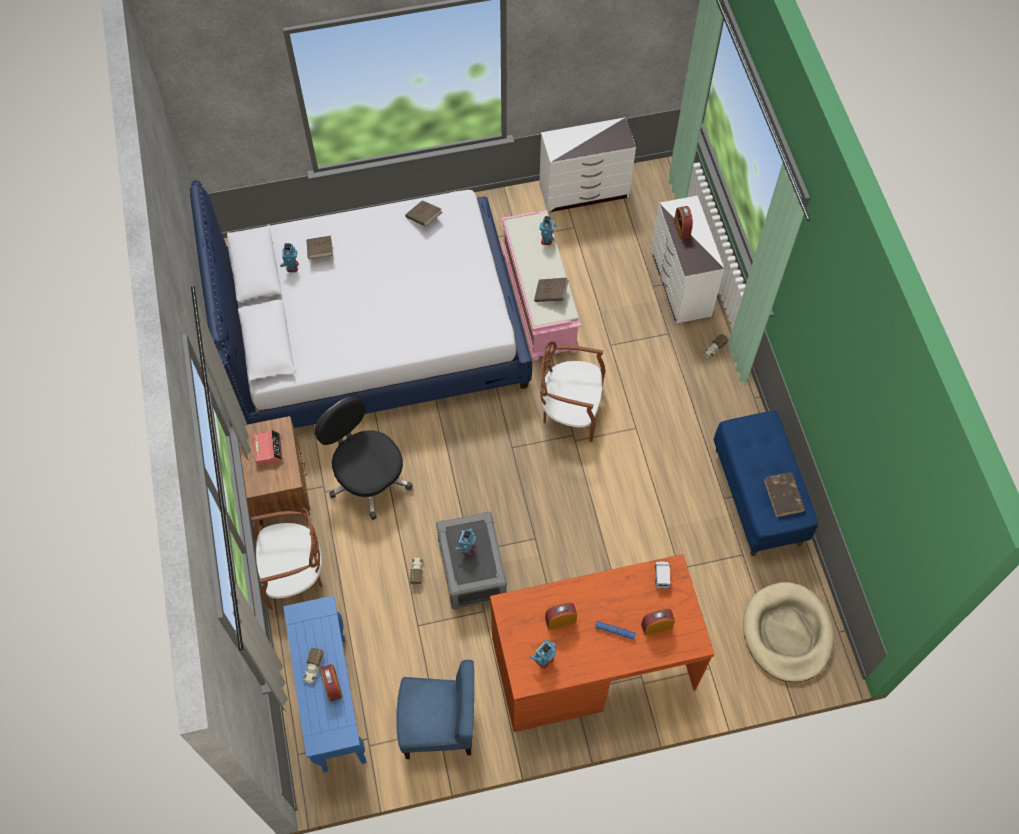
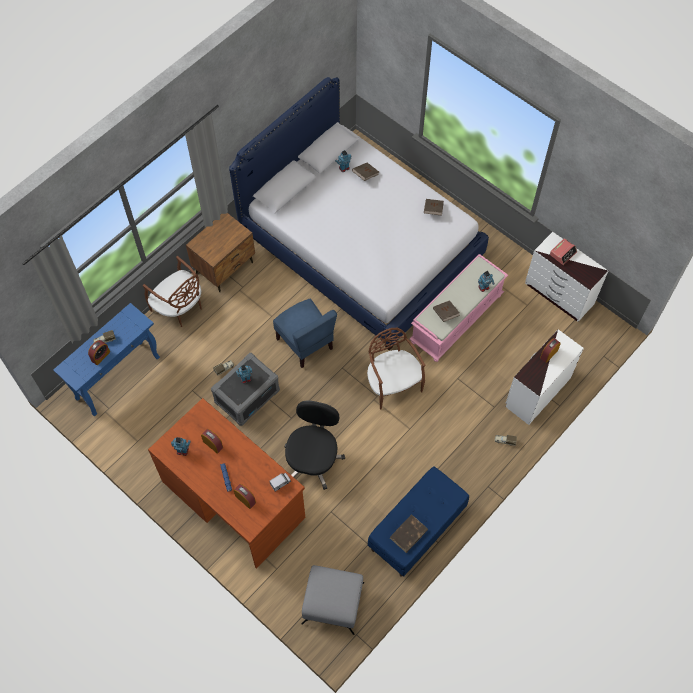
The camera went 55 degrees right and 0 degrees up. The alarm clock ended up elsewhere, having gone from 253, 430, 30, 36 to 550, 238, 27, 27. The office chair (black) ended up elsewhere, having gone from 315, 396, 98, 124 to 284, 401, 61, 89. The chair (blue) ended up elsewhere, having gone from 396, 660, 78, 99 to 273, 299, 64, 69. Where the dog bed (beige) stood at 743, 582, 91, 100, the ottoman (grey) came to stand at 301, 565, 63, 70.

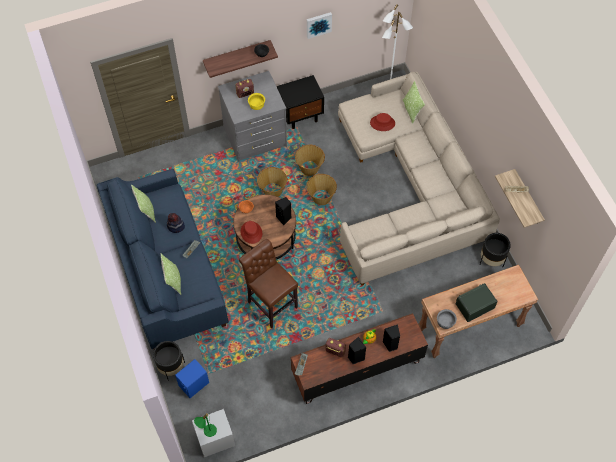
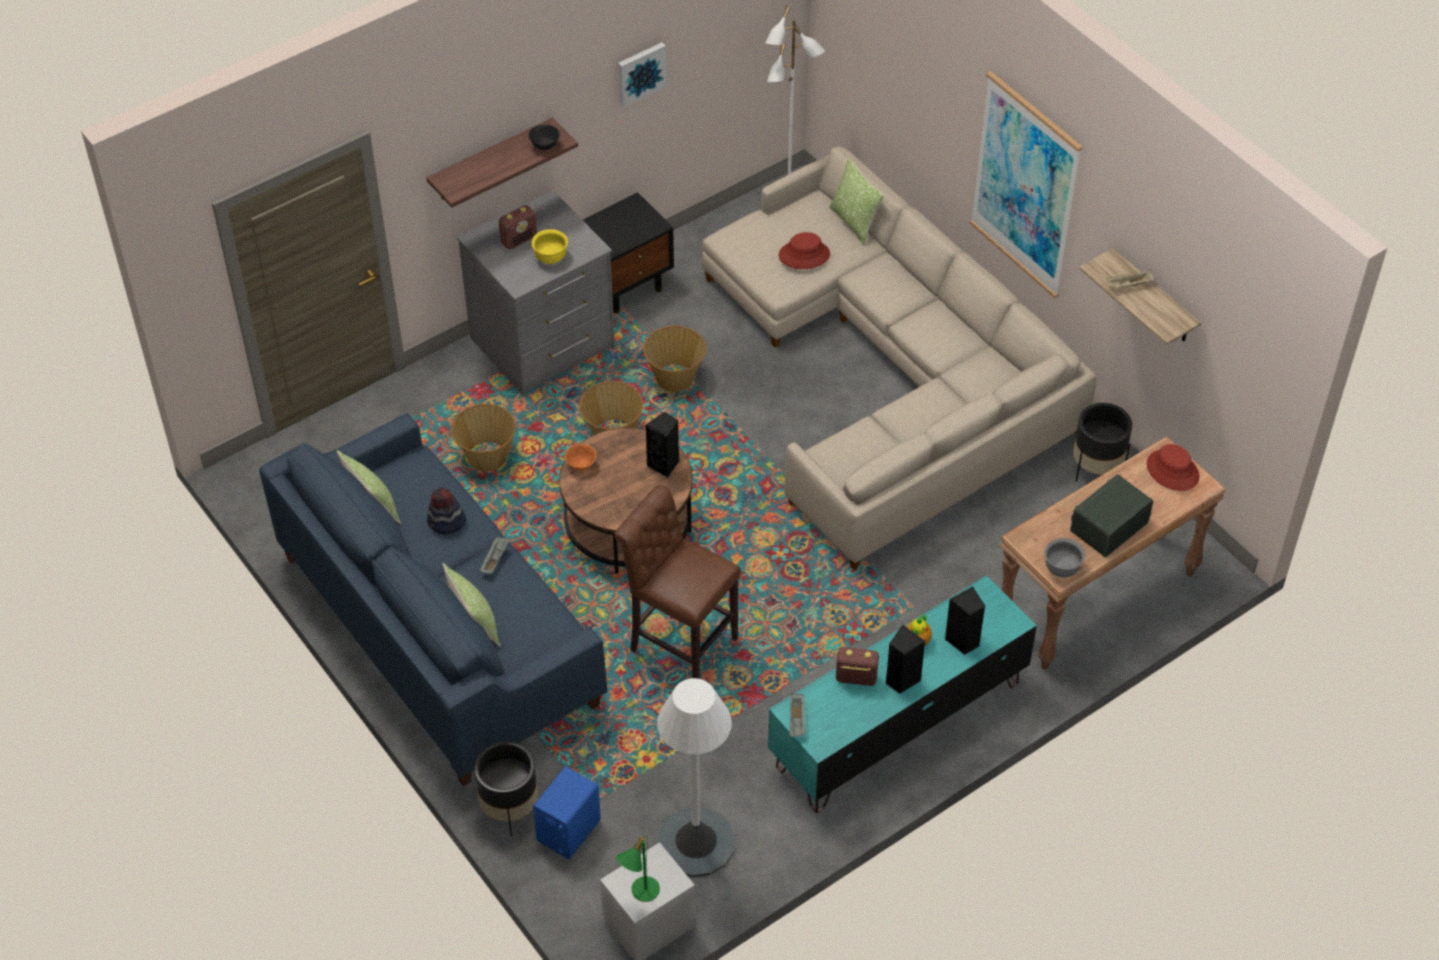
The camera went 15 degrees left and 10 degrees down. The hat (red) ended up elsewhere, having gone from 241, 221, 21, 23 to 1147, 444, 53, 47. What was the tv stand (brown) at 291, 313, 137, 91 turned into the tv stand (turquoise) at 768, 575, 269, 238. The basket ended up elsewhere, having gone from 306, 174, 31, 31 to 451, 404, 65, 68. The second view gained the floor lamp (white) at 657, 678, 78, 199. The second view gained the picture at 970, 71, 113, 227.

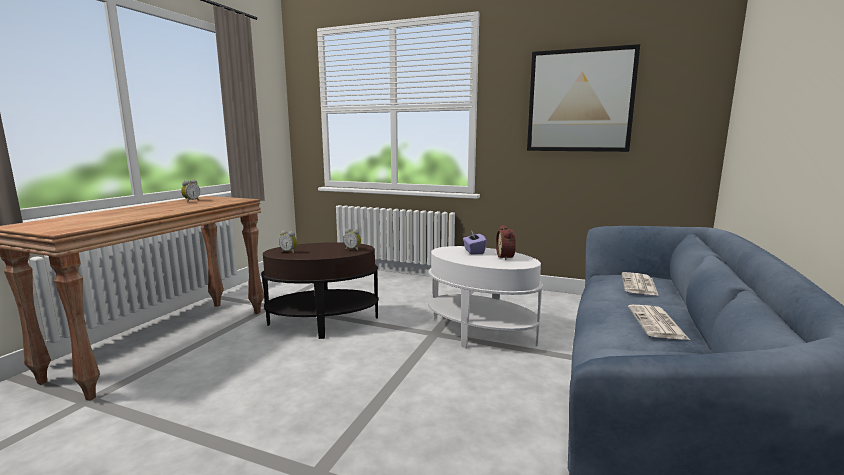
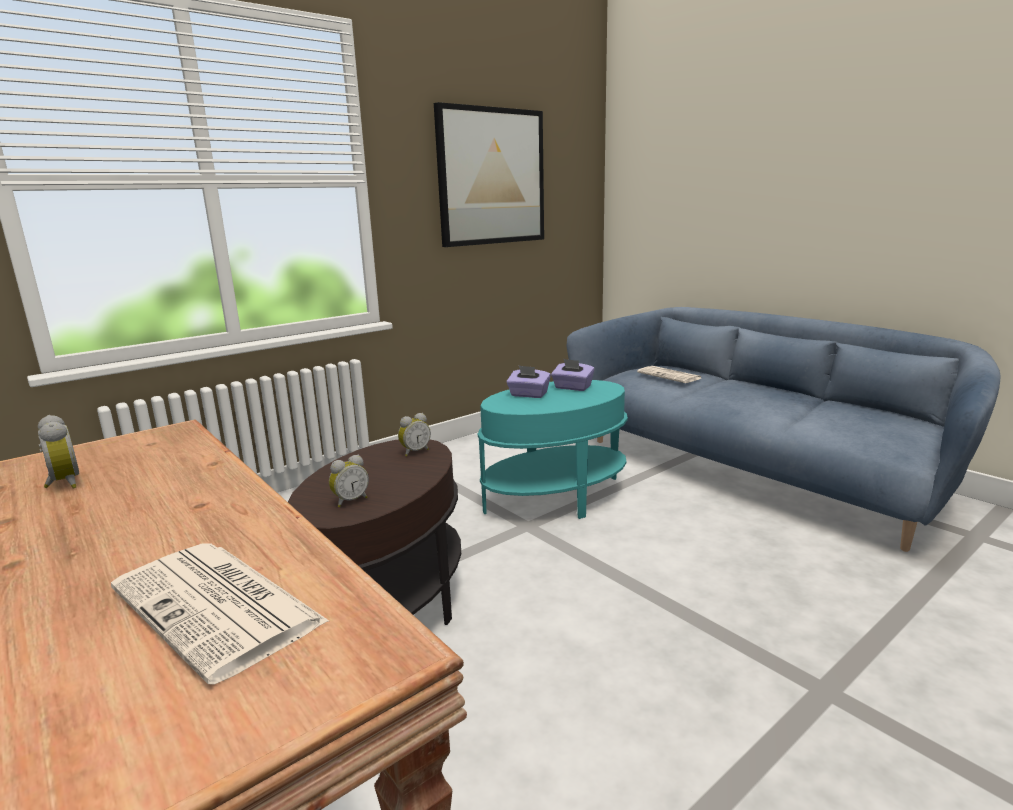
The camera went 60 degrees left and 5 degrees up. What was the side table (white) at 428, 246, 115, 102 turned into the side table (turquoise) at 478, 380, 150, 139. Where the alarm clock stood at 496, 225, 20, 35, the tissue box (purple) came to stand at 551, 359, 44, 32. The newspaper ended up elsewhere, having gone from 628, 305, 62, 35 to 111, 544, 218, 141.

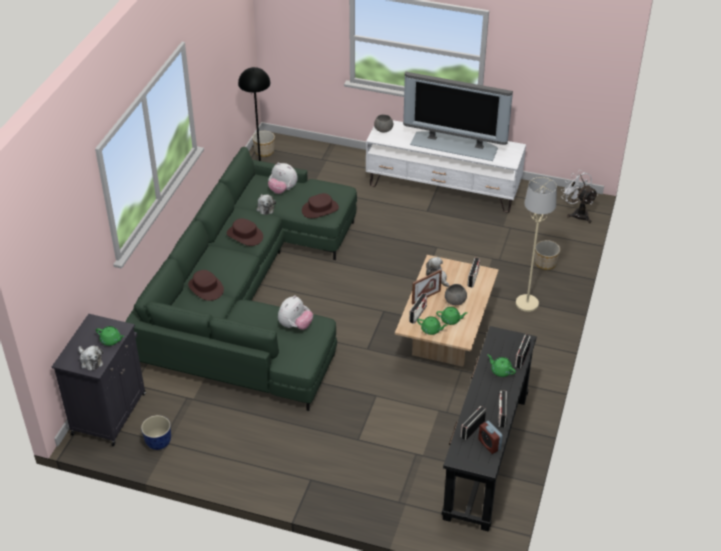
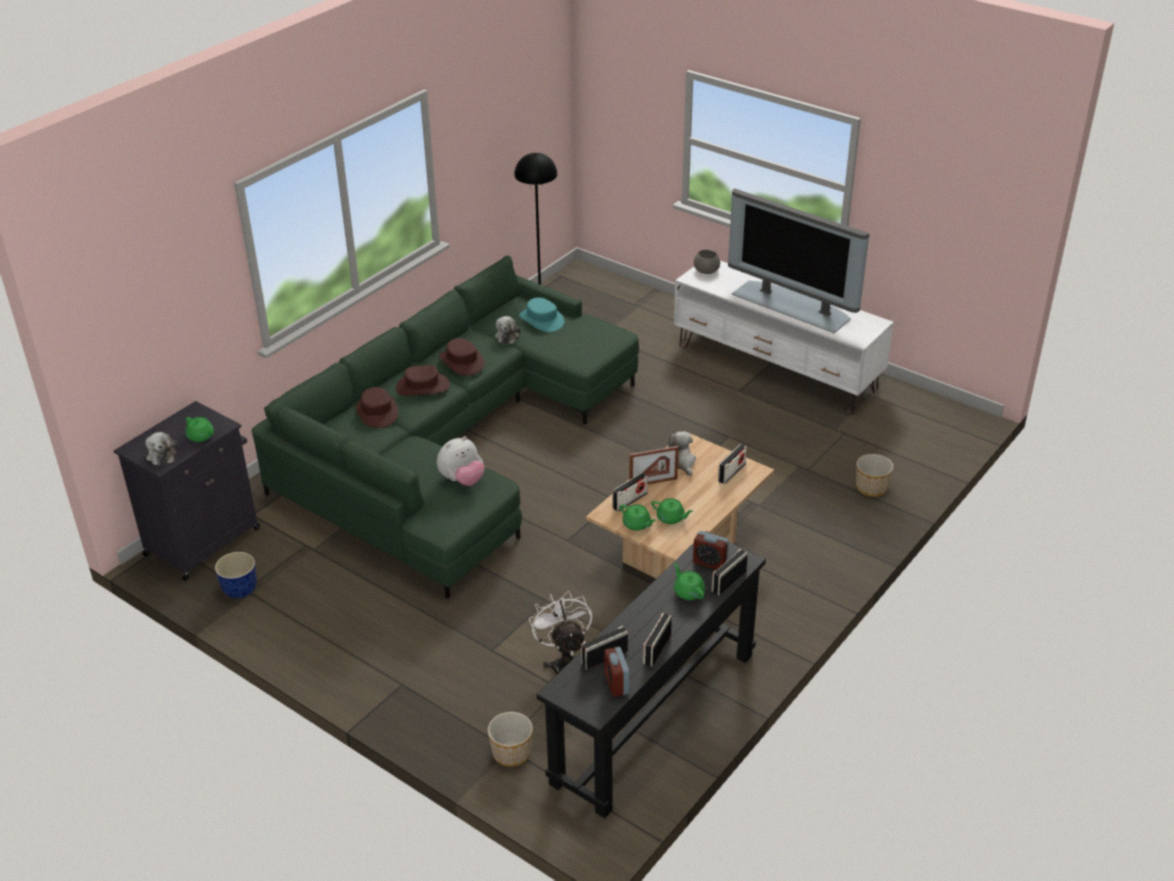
The camera went 20 degrees right and 5 degrees down. The planter ended up elsewhere, having gone from 252, 131, 23, 26 to 488, 712, 45, 55. Where the plush toy stood at 268, 163, 30, 31, the hat (turquoise) came to stand at 519, 297, 45, 35. The hat (brown) ended up elsewhere, having gone from 302, 193, 37, 25 to 396, 365, 54, 31. The second view lost the bowl (grey) at 445, 284, 22, 21. The second view lost the floor lamp (beige) at 516, 177, 41, 135. The fan (white) ended up elsewhere, having gone from 561, 171, 37, 52 to 529, 591, 63, 83. The second view gained the alarm clock at 693, 531, 36, 39.

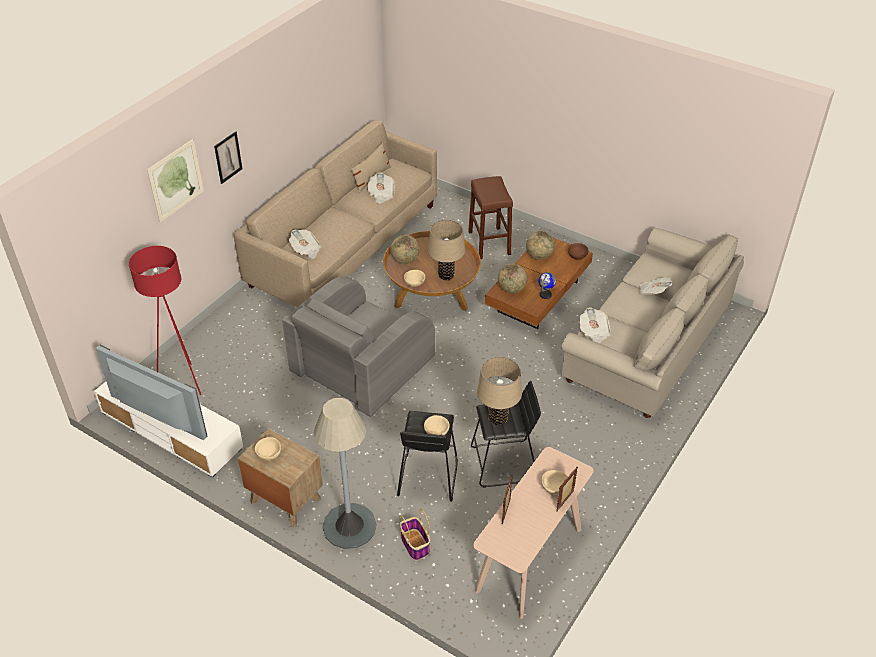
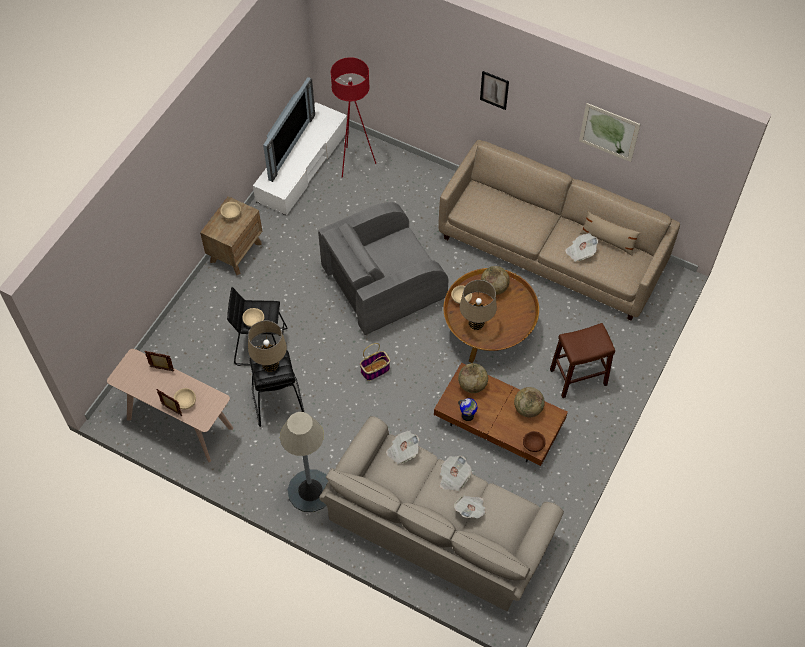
The camera went 85 degrees right and 15 degrees up. The picture ended up elsewhere, having gone from 147, 139, 57, 83 to 579, 103, 62, 59. The armchair (grey) at 282, 276, 153, 141 ended up facing another way, 60 degrees counterclockwise from before. The newspaper ended up elsewhere, having gone from 289, 229, 32, 30 to 440, 456, 32, 35. The floor lamp (grey) ended up elsewhere, having gone from 314, 398, 63, 151 to 280, 412, 48, 100. The basket ended up elsewhere, having gone from 399, 508, 31, 53 to 360, 343, 30, 38.

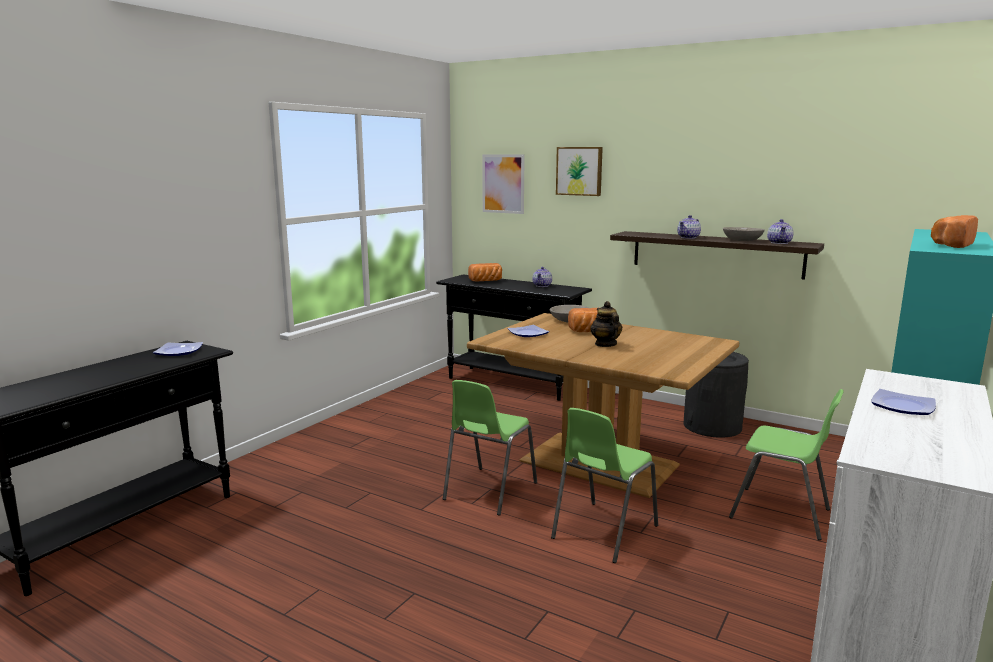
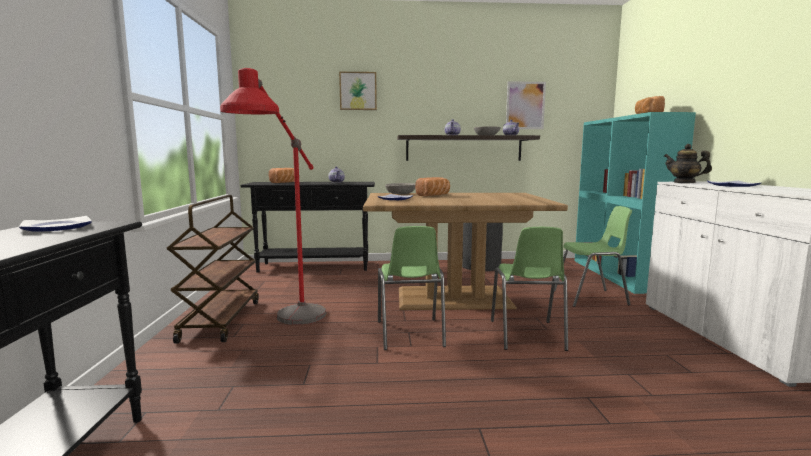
The camera went 35 degrees left and 5 degrees down. The picture ended up elsewhere, having gone from 482, 155, 43, 59 to 506, 81, 40, 48. The teapot ended up elsewhere, having gone from 590, 301, 32, 46 to 664, 144, 48, 39. The second view gained the cart (brown) at 166, 195, 93, 149. The second view gained the floor lamp (red) at 220, 68, 107, 257.

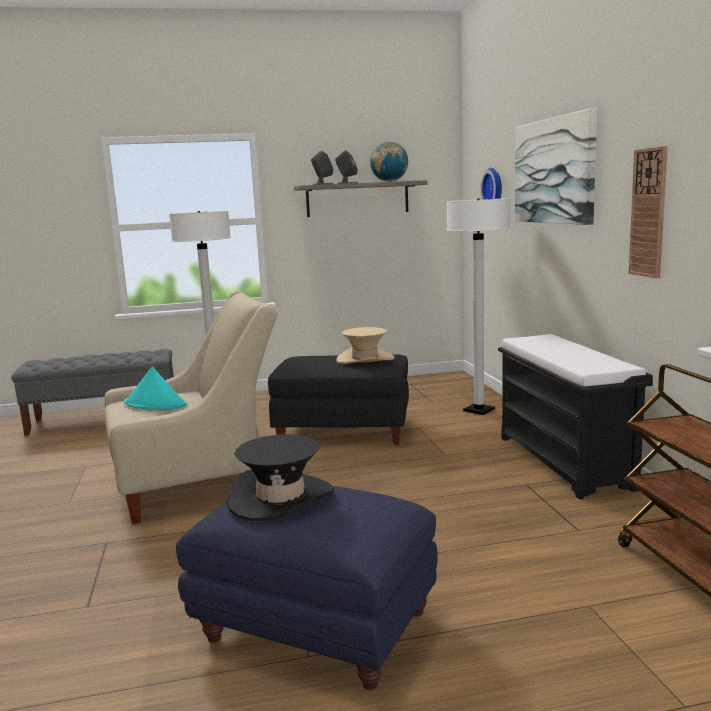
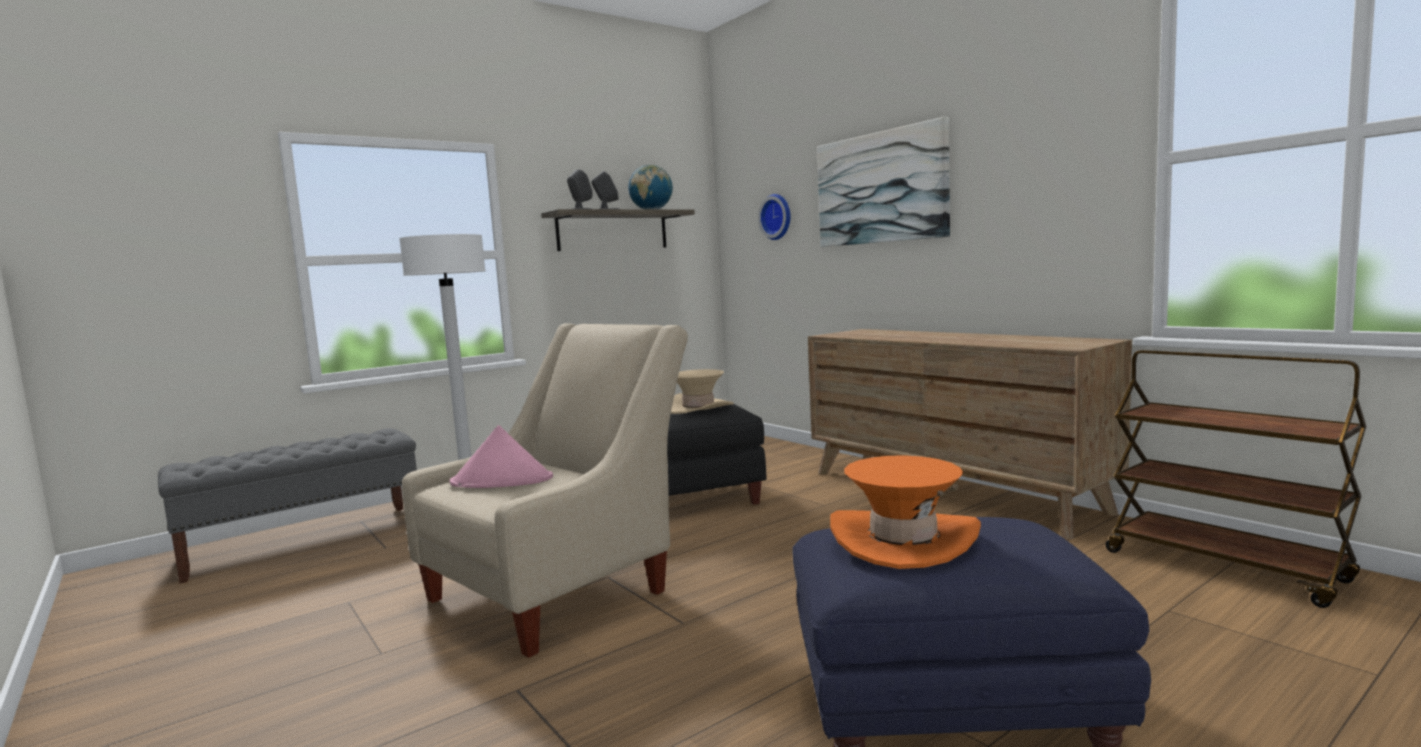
The camera went 25 degrees left and 5 degrees down. What was the hat (turquoise) at 124, 366, 63, 44 turned into the hat (pink) at 450, 425, 103, 63. What was the hat (black) at 227, 434, 107, 87 turned into the hat (orange) at 830, 455, 151, 114. The second view lost the floor lamp (white) at 447, 198, 64, 217. Where the bench (black) stood at 498, 334, 155, 165, the dresser (brown) came to stand at 808, 329, 324, 210. The second view lost the wall clock at 629, 146, 39, 132.

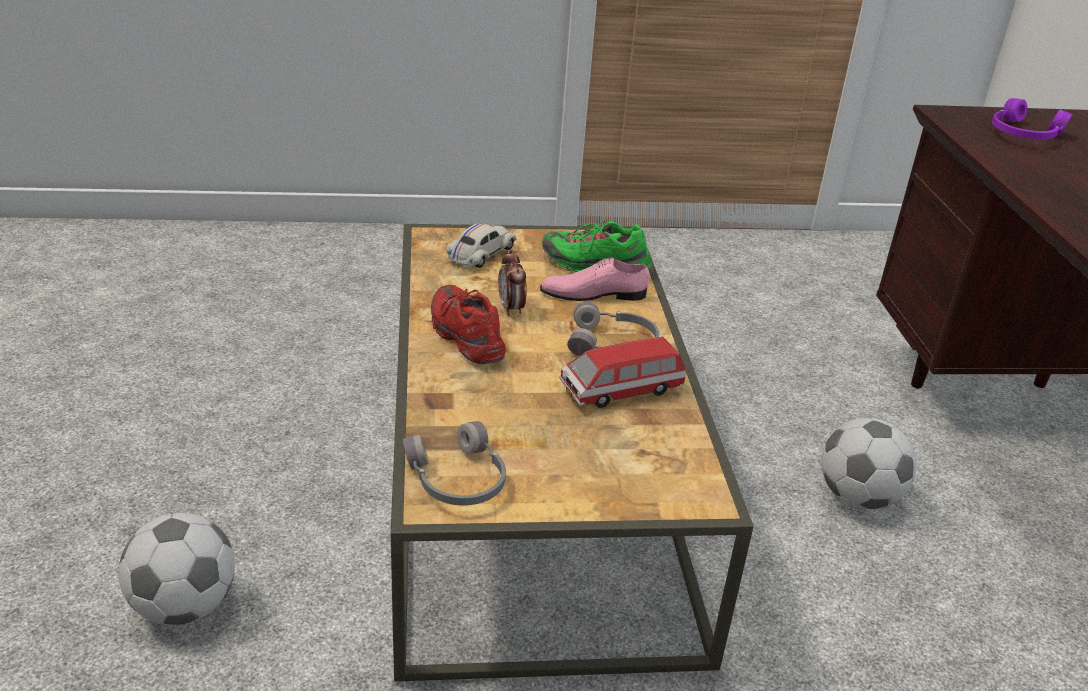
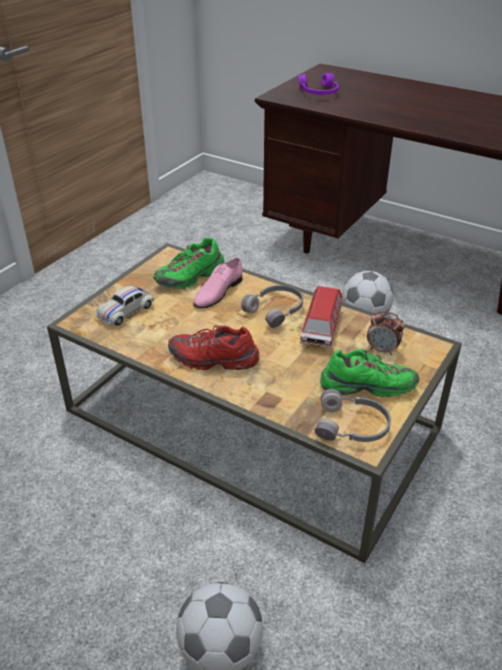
The camera went 50 degrees left and 5 degrees up. The toy car (white) at 446, 223, 71, 45 ended up facing another way, 120 degrees counterclockwise from before. The alarm clock ended up elsewhere, having gone from 498, 249, 29, 67 to 367, 311, 38, 44. The second view gained the shoe (green) at 320, 349, 100, 48.

